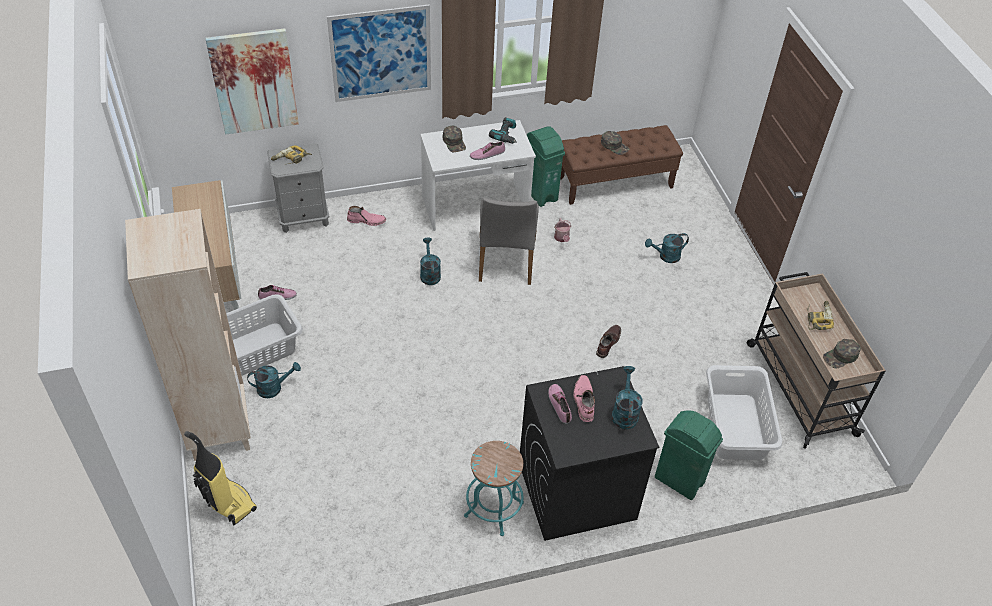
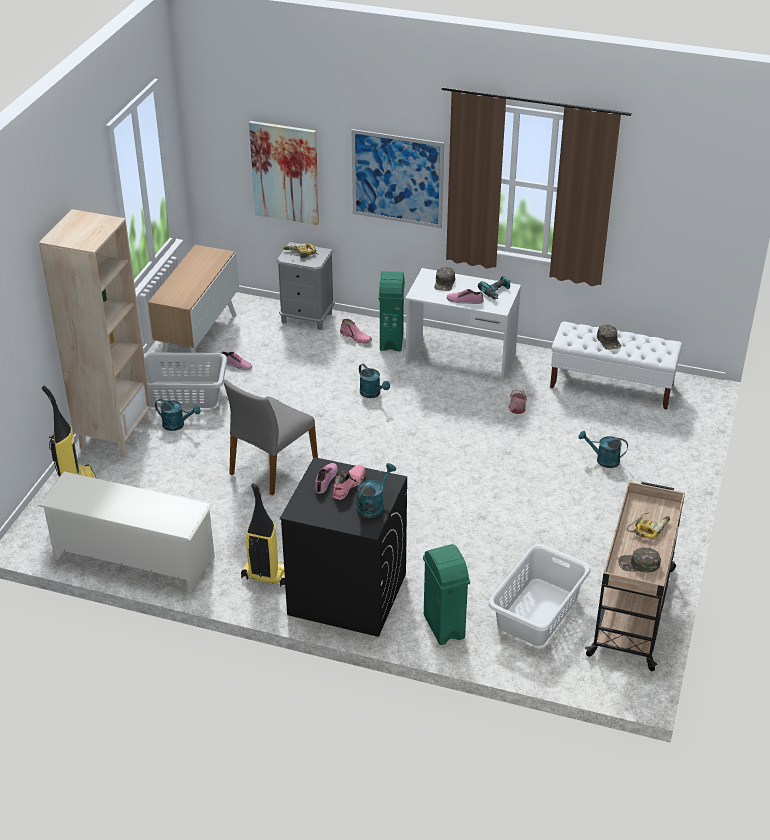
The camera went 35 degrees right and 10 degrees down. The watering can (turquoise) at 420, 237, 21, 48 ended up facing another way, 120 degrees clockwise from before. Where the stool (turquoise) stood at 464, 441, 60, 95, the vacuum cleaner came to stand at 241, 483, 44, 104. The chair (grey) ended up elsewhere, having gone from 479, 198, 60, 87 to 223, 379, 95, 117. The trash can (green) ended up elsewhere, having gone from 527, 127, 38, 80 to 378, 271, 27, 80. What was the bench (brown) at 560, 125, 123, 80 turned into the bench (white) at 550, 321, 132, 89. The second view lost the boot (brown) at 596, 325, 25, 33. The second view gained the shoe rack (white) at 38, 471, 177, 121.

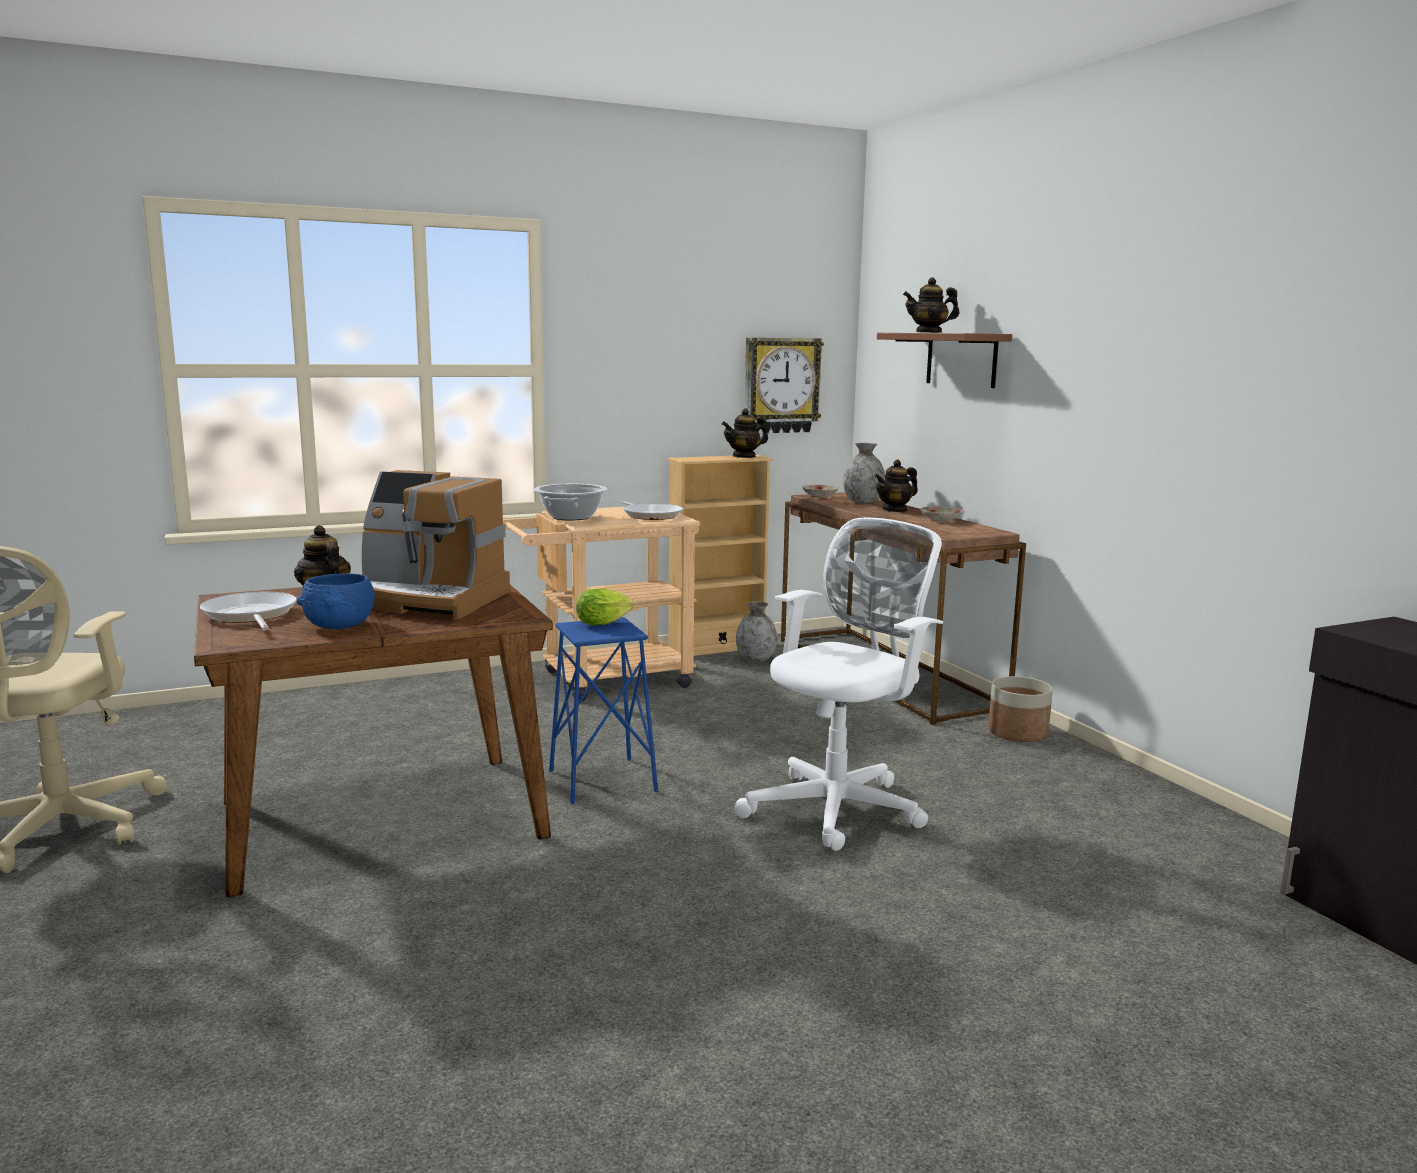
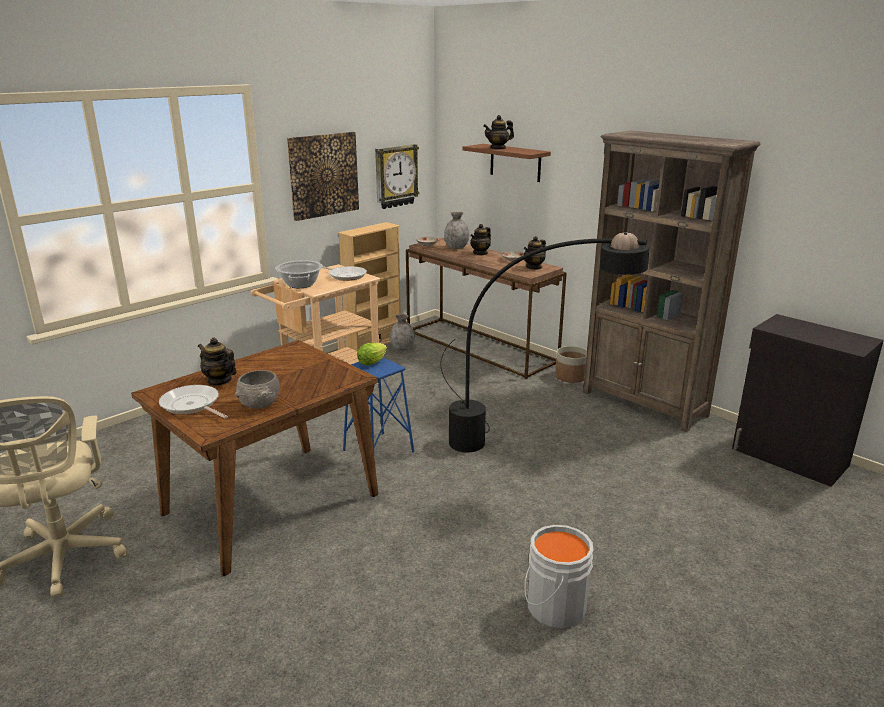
The camera went 20 degrees left and 10 degrees up. What was the bowl (blue) at 297, 573, 78, 56 turned into the bowl (grey) at 235, 370, 45, 39. The second view lost the coffee machine at 362, 470, 148, 150. The teapot ended up elsewhere, having gone from 722, 408, 46, 50 to 524, 236, 22, 34. Where the office chair (white) stood at 734, 517, 209, 334, the floor lamp (black) came to stand at 441, 232, 208, 221. The second view gained the picture at 287, 132, 72, 89. The second view gained the bucket (grey) at 525, 525, 68, 103. The second view gained the bookcase (brown) at 583, 130, 178, 302.

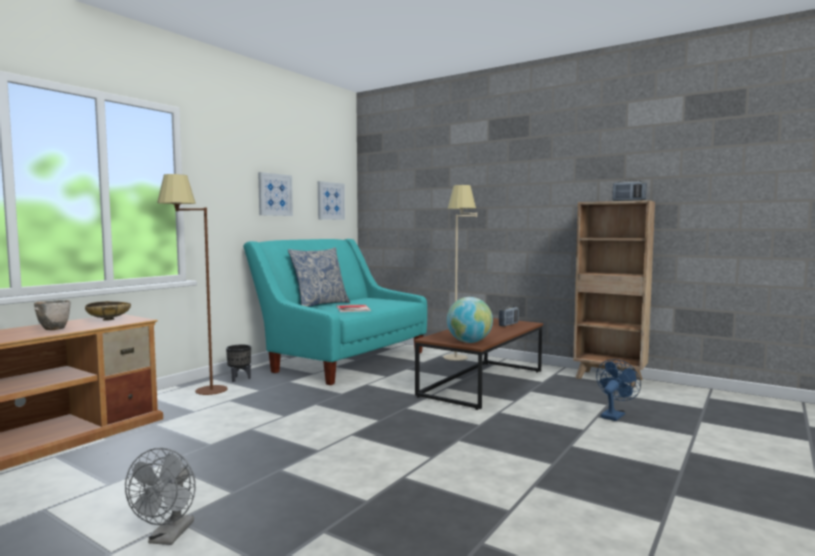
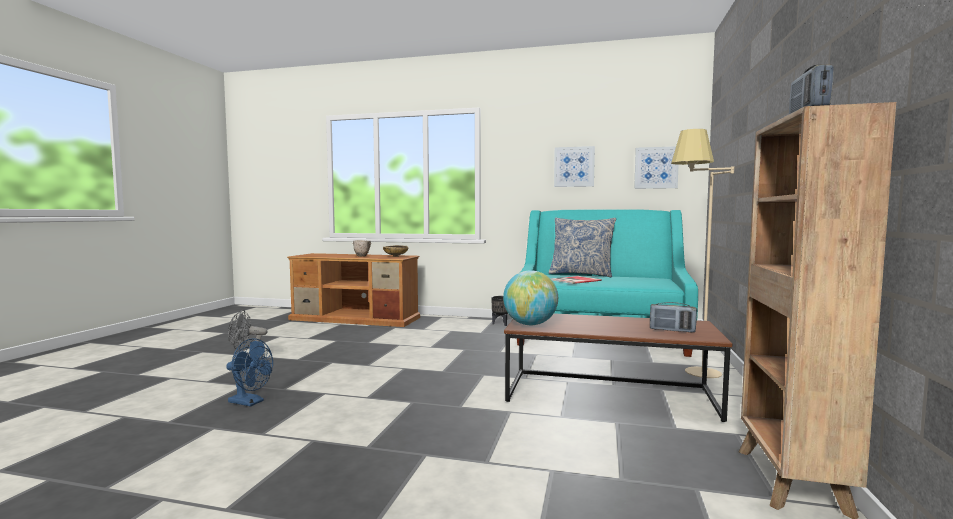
The camera went 70 degrees right and 0 degrees up. The second view lost the floor lamp (brown) at 157, 174, 71, 221. The fan (blue) ended up elsewhere, having gone from 596, 359, 45, 62 to 226, 338, 47, 69.

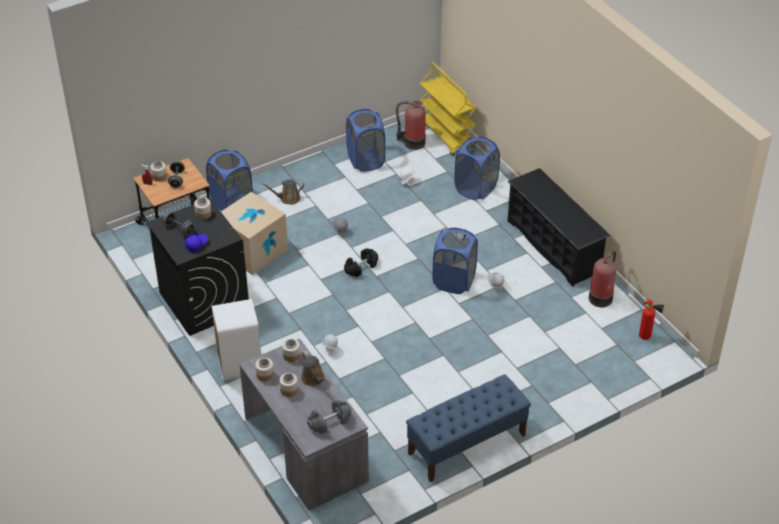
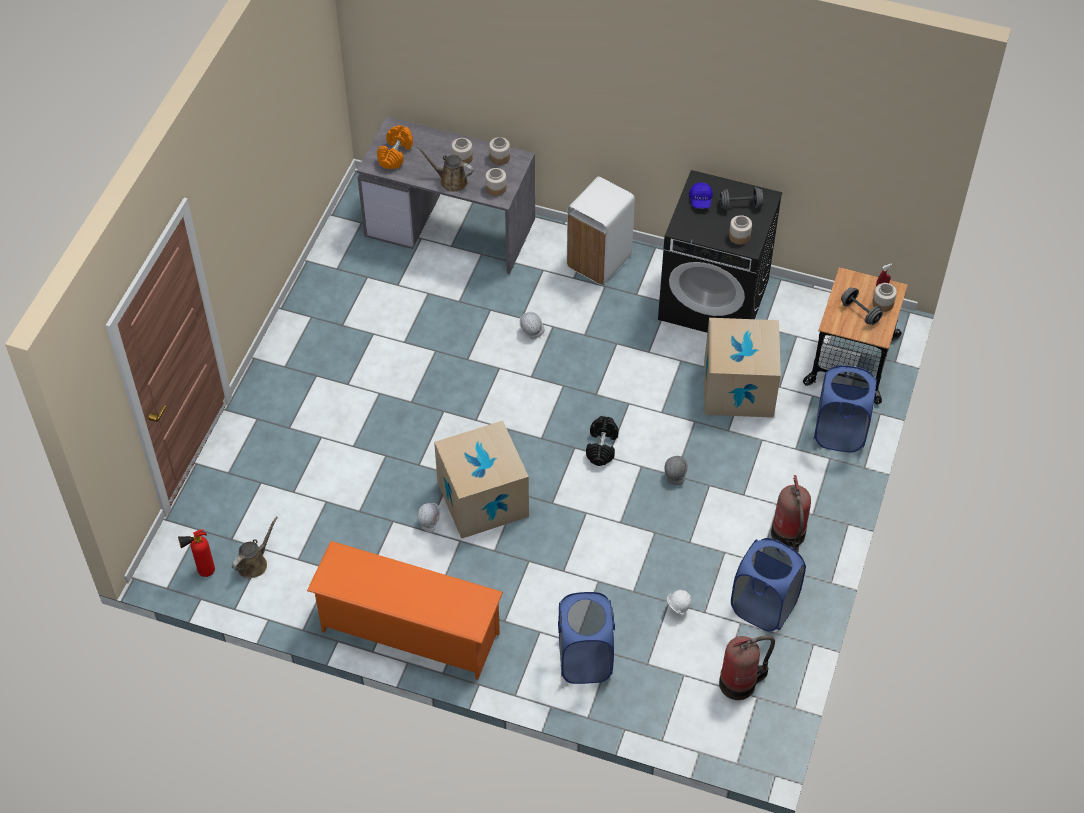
The camera went 140 degrees right and 10 degrees up. The watering can (brown) ended up elsewhere, having gone from 262, 180, 42, 25 to 232, 516, 46, 63. What was the dumbbell (grey) at 307, 400, 44, 34 turned into the dumbbell (orange) at 377, 125, 36, 44. The second view lost the bench (blue) at 406, 374, 125, 108. The second view lost the cart (yellow) at 420, 62, 57, 94. Where the laundry basket (blue) stood at 432, 227, 46, 67, the cardboard box came to stand at 434, 421, 95, 118. What was the shoe rack (black) at 508, 168, 103, 119 turned into the shoe rack (orange) at 307, 541, 196, 139. The fire extinguisher ended up elsewhere, having gone from 589, 250, 27, 57 to 771, 475, 40, 77.

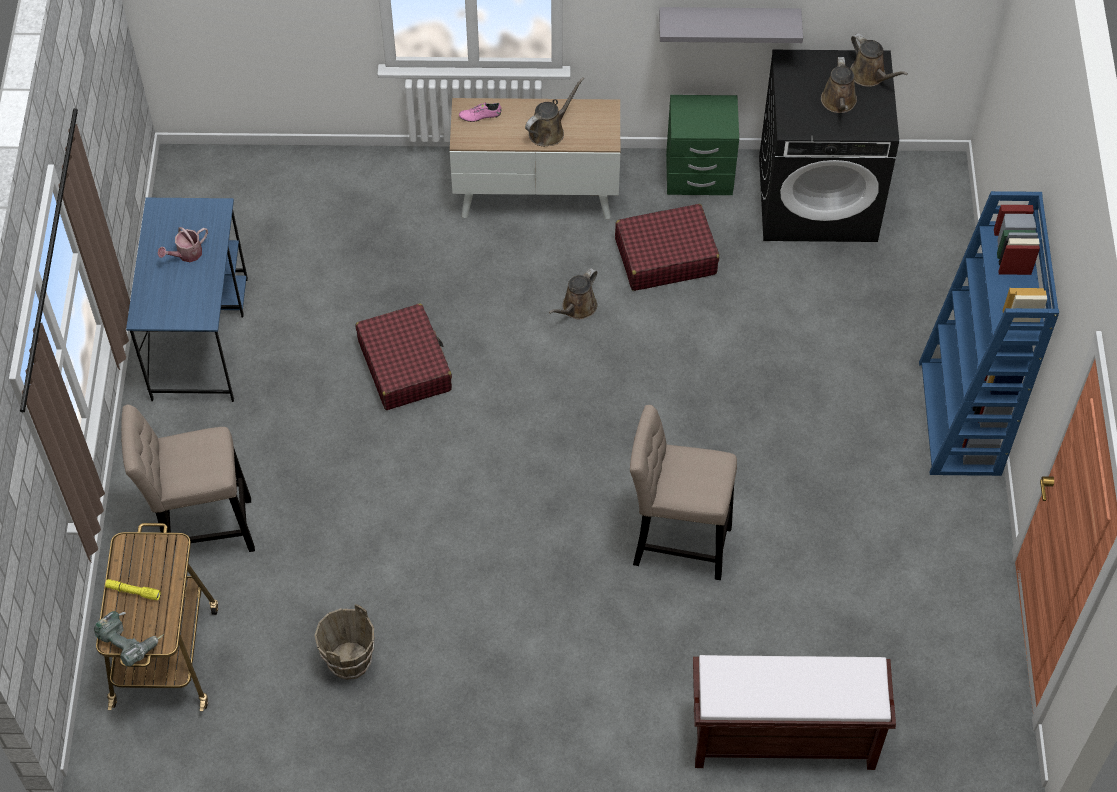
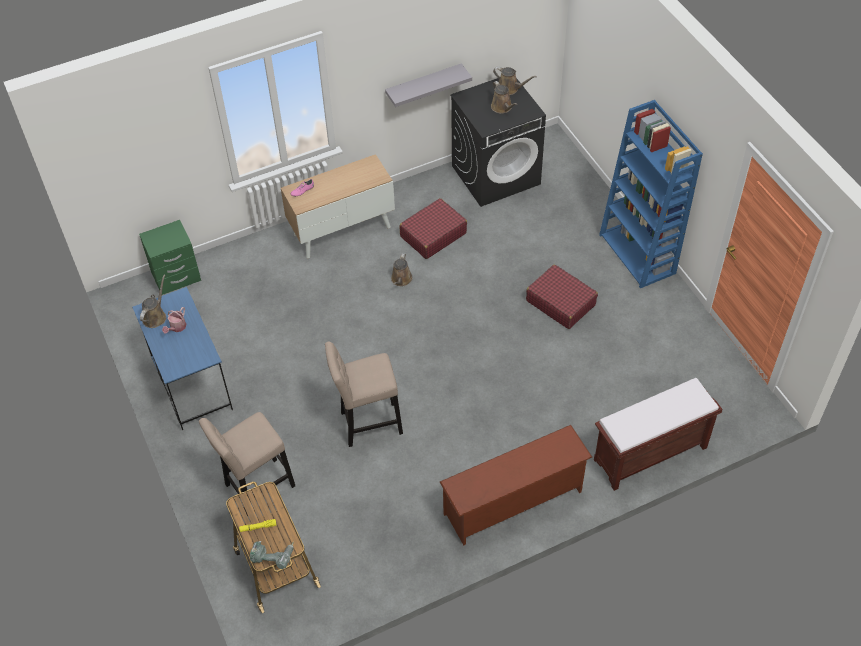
The camera went 25 degrees left and 5 degrees down. The second view lost the bucket (brown) at 314, 604, 61, 76. The suitcase (red) ended up elsewhere, having gone from 356, 303, 96, 107 to 526, 265, 72, 64. The watering can (brown) ended up elsewhere, having gone from 525, 77, 59, 70 to 140, 275, 26, 53. The stool (beige) ended up elsewhere, having gone from 630, 405, 107, 175 to 325, 341, 78, 106. The nightstand (green) ended up elsewhere, having gone from 666, 95, 73, 100 to 139, 220, 62, 75. The second view gained the shoe rack (brown) at 440, 425, 152, 120.

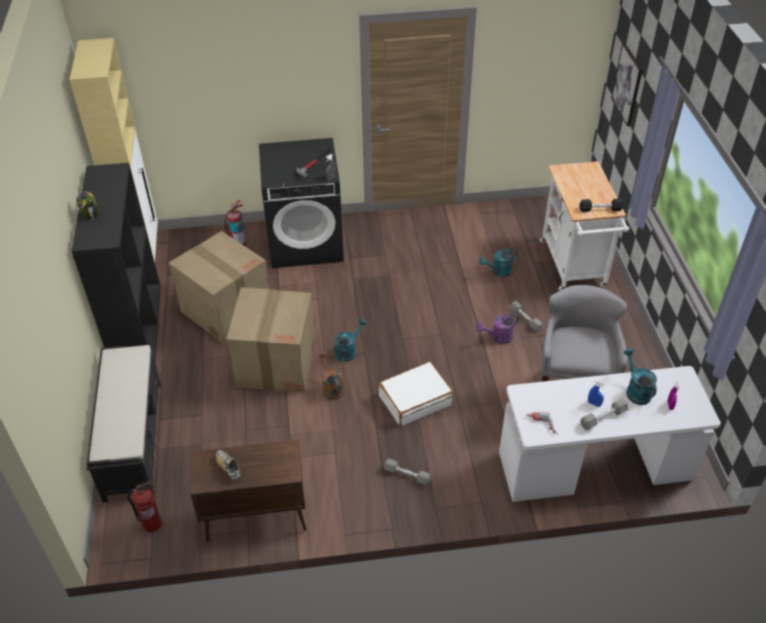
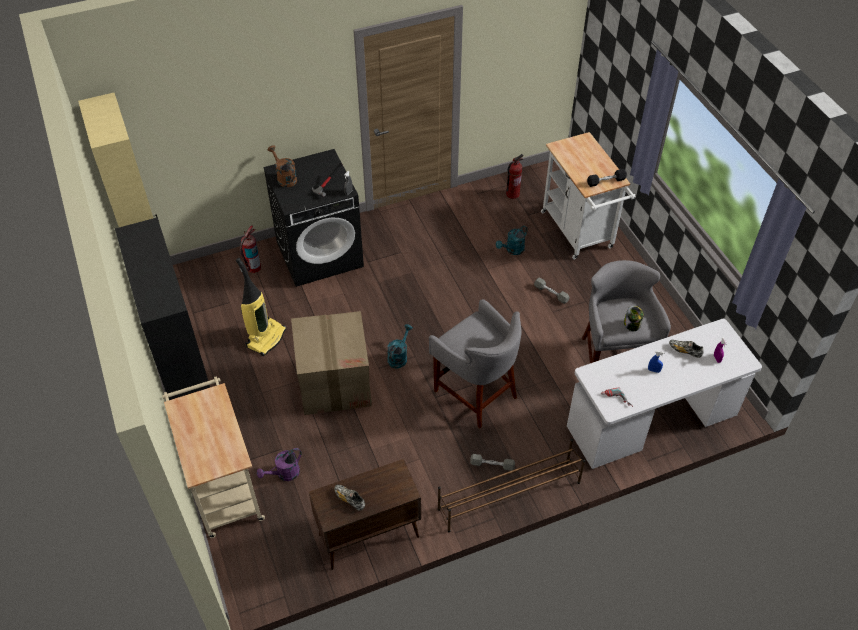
The camera went 15 degrees left and 5 degrees up. The jar ended up elsewhere, having gone from 76, 192, 24, 29 to 624, 306, 19, 25. Where the bench (black) stood at 86, 345, 75, 158, the cart (beige) came to stand at 162, 376, 103, 162. The fire extinguisher ended up elsewhere, having gone from 127, 481, 35, 51 to 506, 154, 17, 45. Where the cardboard box stood at 168, 231, 101, 112, the vacuum cleaner came to stand at 236, 258, 50, 98. The watering can (brown) ended up elsewhere, having gone from 319, 352, 25, 48 to 268, 145, 29, 42. Where the suitcase (white) stood at 378, 362, 75, 65, the stool (grey) came to stand at 429, 299, 92, 130. The watering can (purple) ended up elsewhere, having gone from 477, 313, 42, 31 to 257, 448, 45, 33. The second view lost the dumbbell (grey) at 581, 398, 47, 32. The second view lost the picture at 611, 43, 32, 83. Where the watering can (turquoise) stood at 623, 348, 34, 57, the shoe came to stand at 669, 340, 35, 18. The second view gained the shoe rack (brown) at 438, 439, 147, 93.

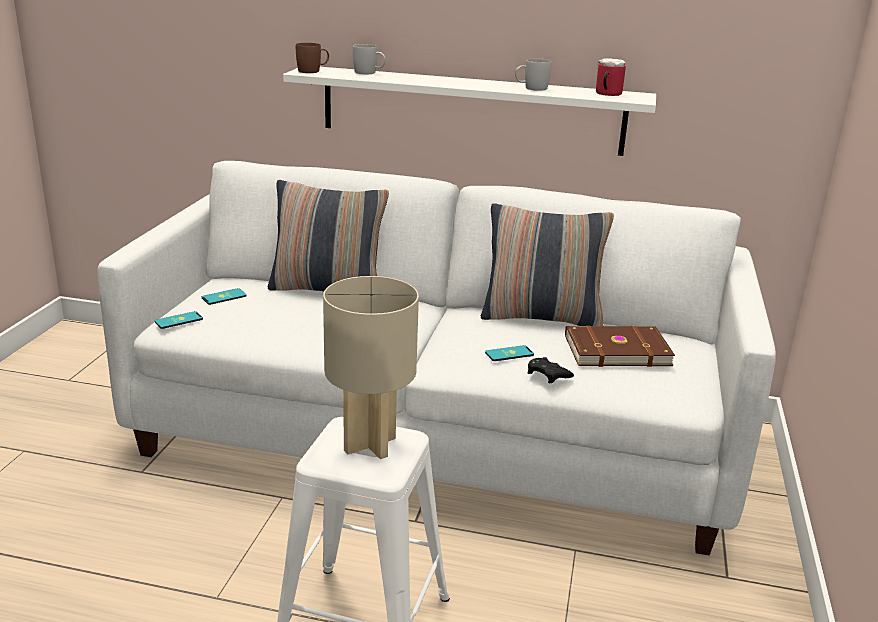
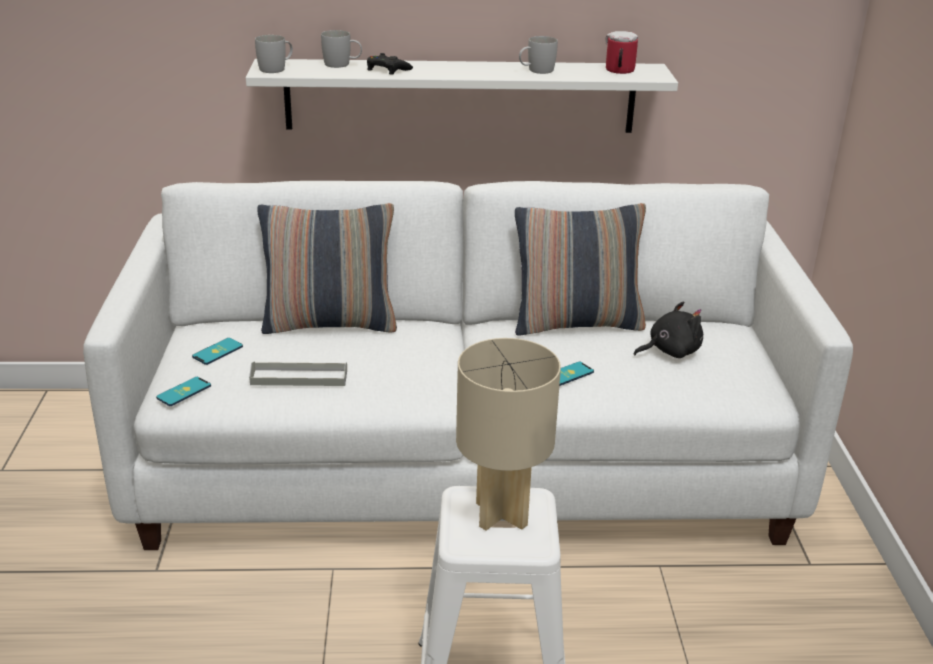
The camera went 15 degrees left and 5 degrees up. What was the mug (brown) at 296, 43, 33, 30 turned into the mug (white) at 255, 35, 38, 38. The game controller (black) ended up elsewhere, having gone from 528, 357, 46, 27 to 367, 53, 46, 22. Where the book (brown) stood at 565, 326, 110, 41, the plush toy (black) came to stand at 634, 301, 69, 57. The second view gained the tray (grey) at 249, 361, 98, 25.

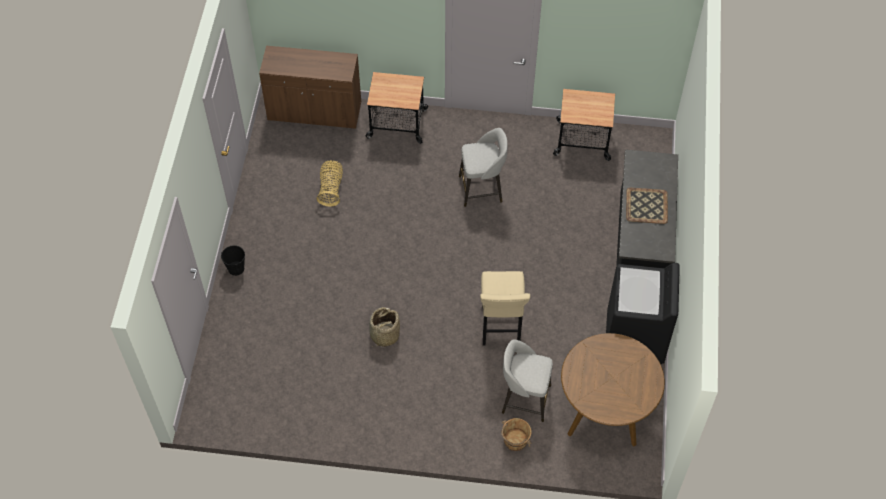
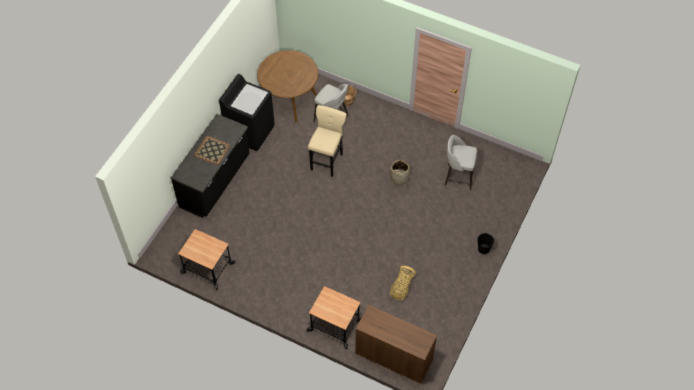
The camera went 160 degrees left and 0 degrees up. The stool (grey) ended up elsewhere, having gone from 459, 128, 49, 79 to 445, 135, 32, 55.

